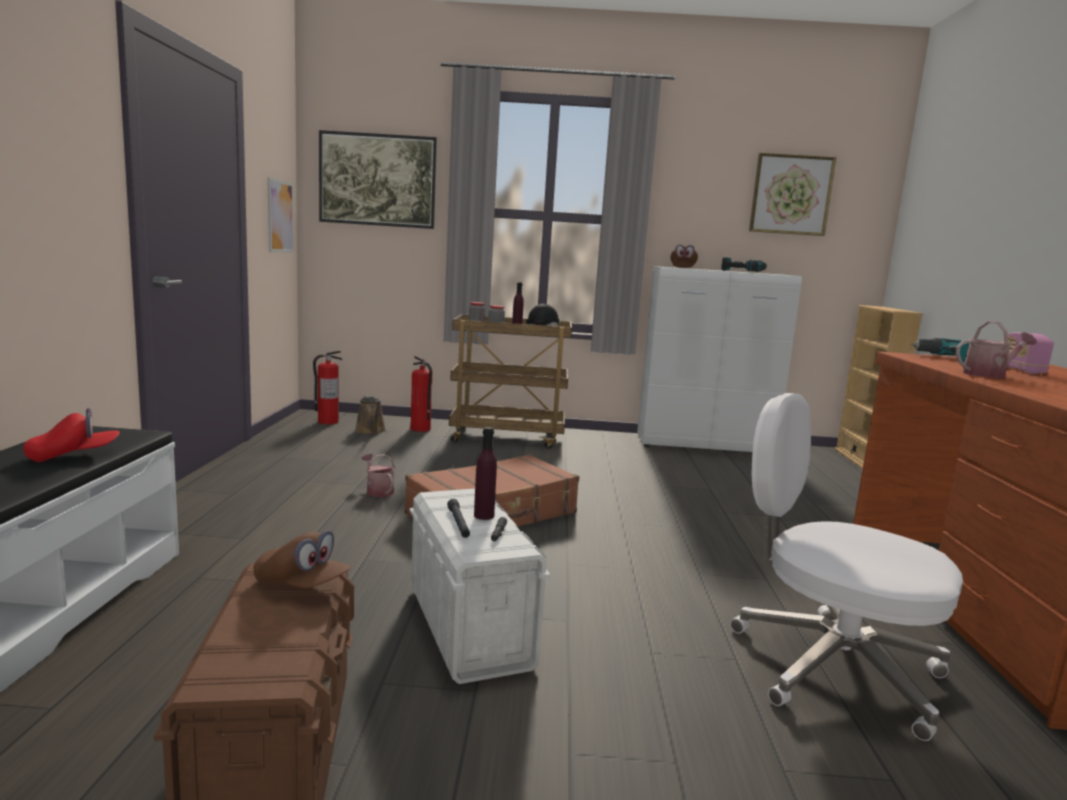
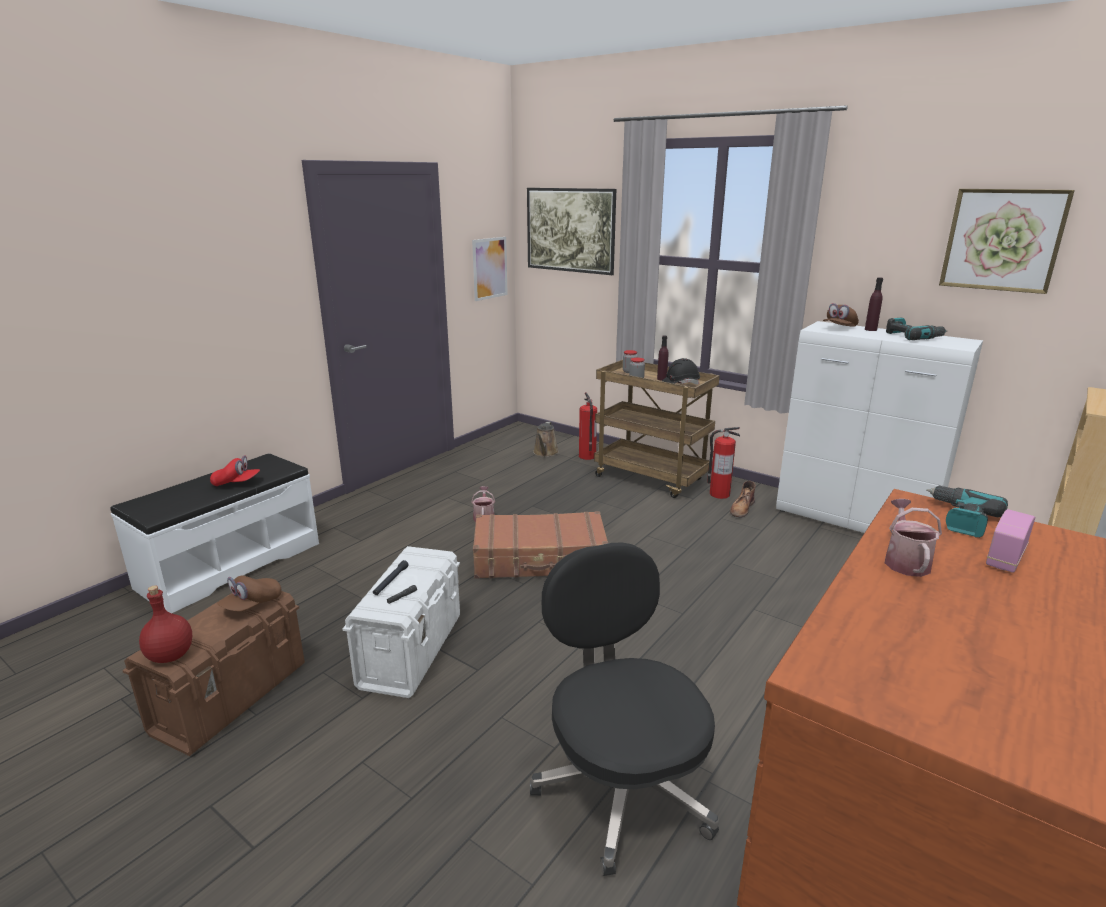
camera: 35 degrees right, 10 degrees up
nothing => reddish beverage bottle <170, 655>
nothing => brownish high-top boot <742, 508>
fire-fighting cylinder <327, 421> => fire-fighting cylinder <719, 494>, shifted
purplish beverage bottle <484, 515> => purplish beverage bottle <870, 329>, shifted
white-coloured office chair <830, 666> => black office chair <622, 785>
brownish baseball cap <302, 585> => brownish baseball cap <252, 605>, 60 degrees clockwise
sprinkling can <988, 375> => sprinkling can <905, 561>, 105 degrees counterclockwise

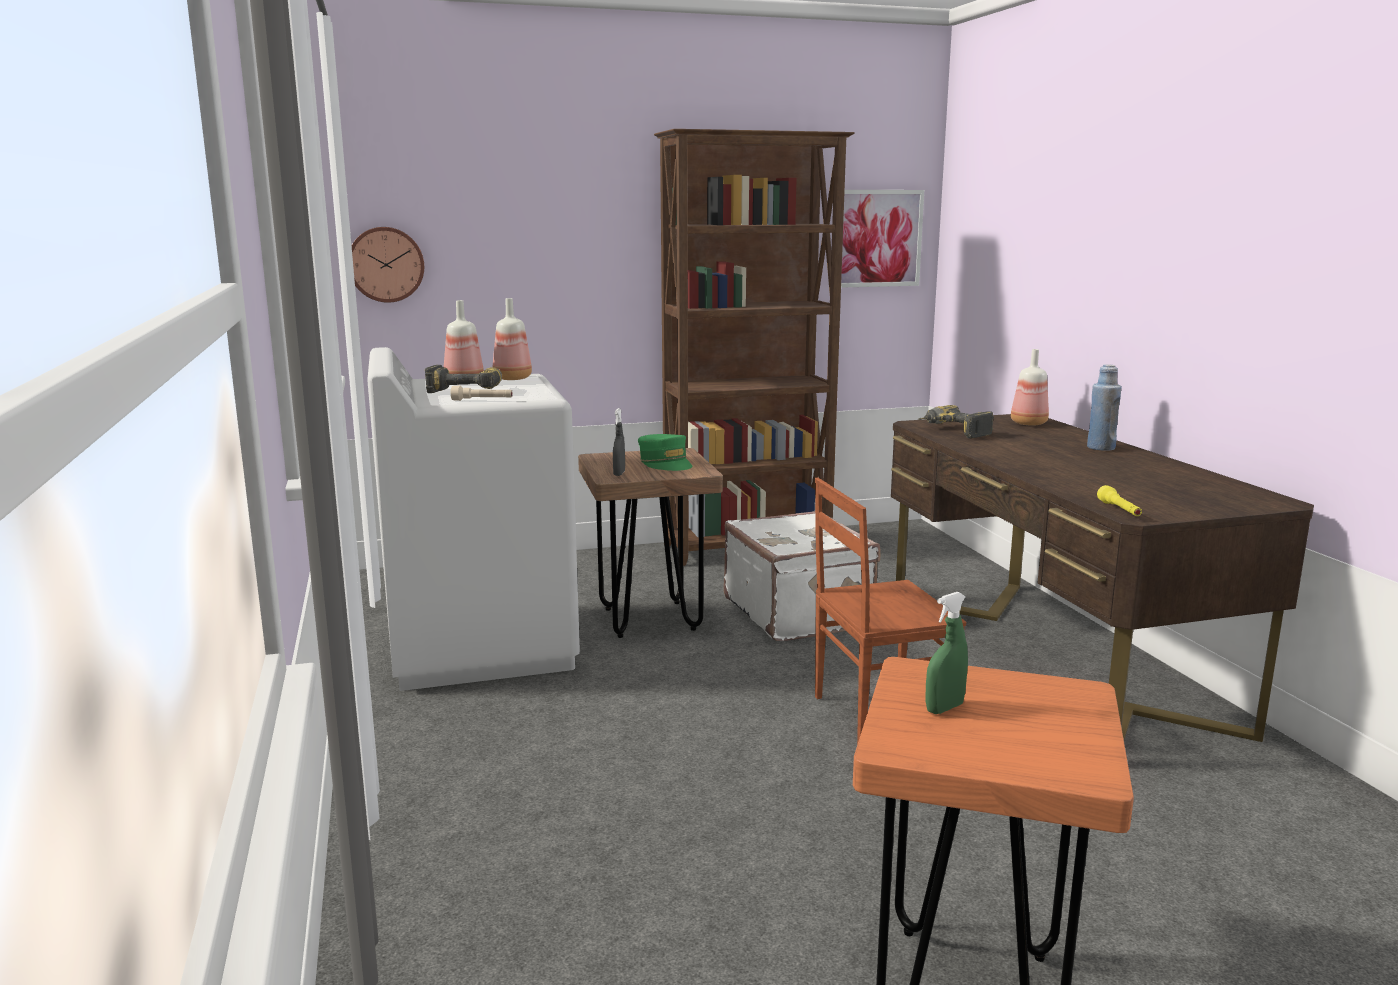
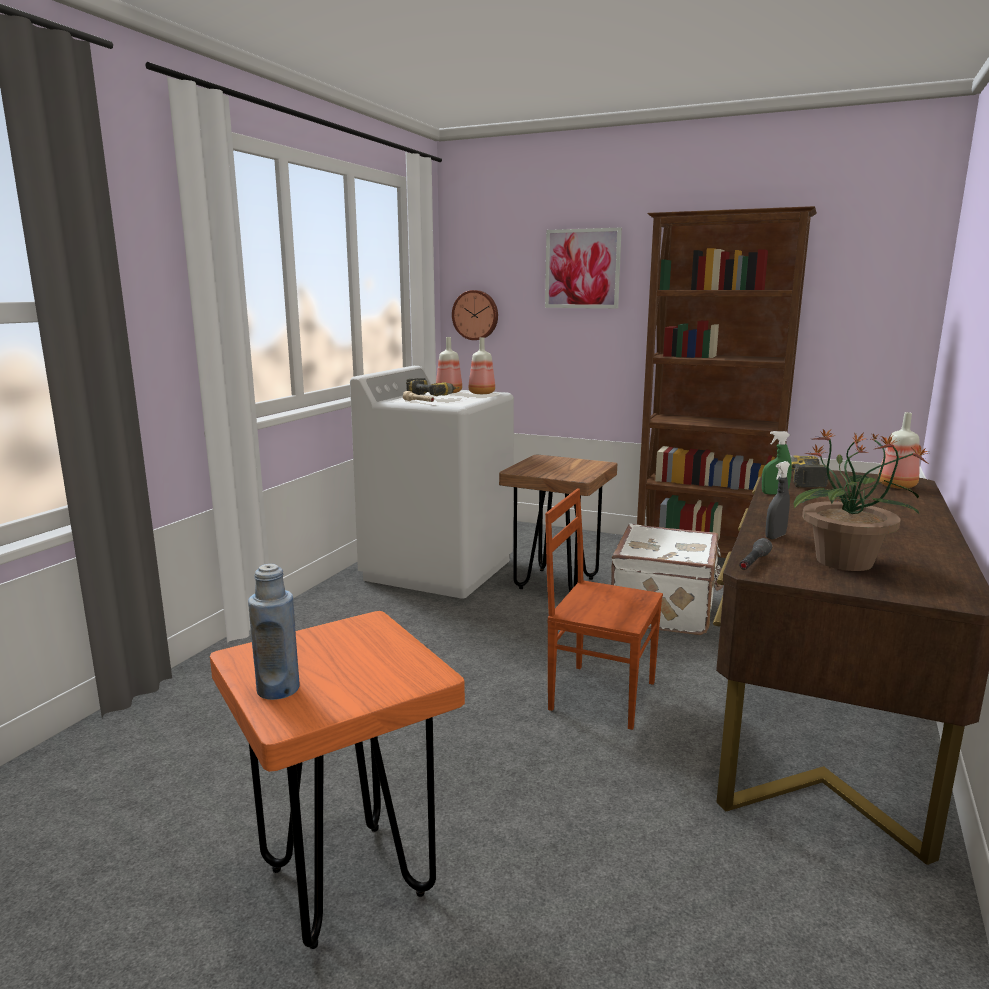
camera: 40 degrees right, 0 degrees up
green baseball cap <665, 463> => nothing
nothing => houseplant <845, 562>
grey hand sprayer <619, 473> => grey hand sprayer <775, 536>, shifted
wall picture <876, 238> => wall picture <582, 269>, shifted
green hand sprayer <944, 708> => green hand sprayer <774, 494>, shifted
blue-coloured beverage bottle <1100, 447> => blue-coloured beverage bottle <278, 689>, shifted
yellow flashlight <1119, 510> => grey flashlight <753, 563>

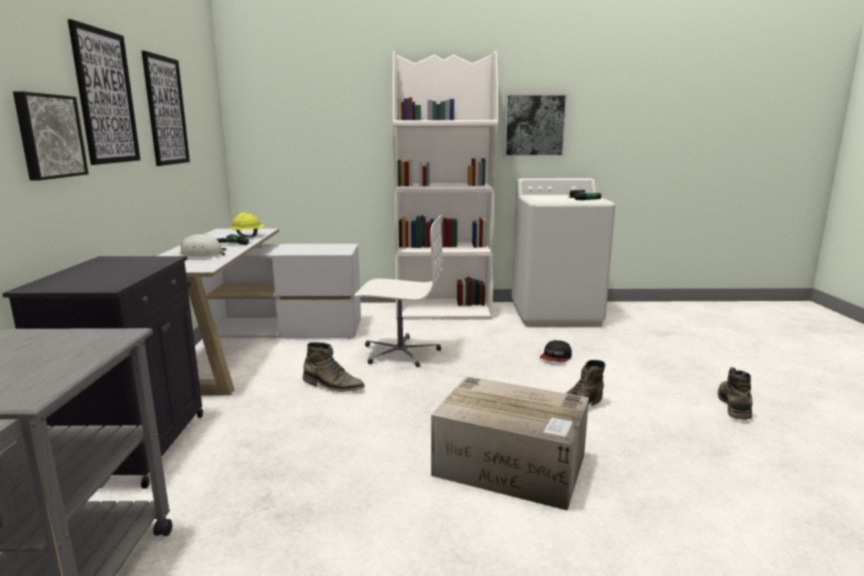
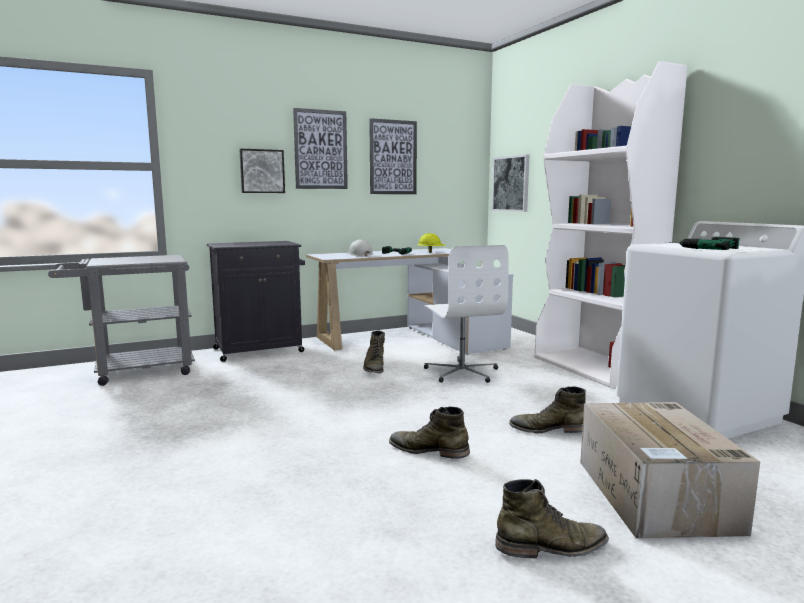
camera: 65 degrees right, 5 degrees down
packing box <512, 465> => packing box <656, 496>, shifted
wall picture <534, 125> => wall picture <511, 183>, shifted
baseball cap <556, 357> => green high-top boot <547, 428>

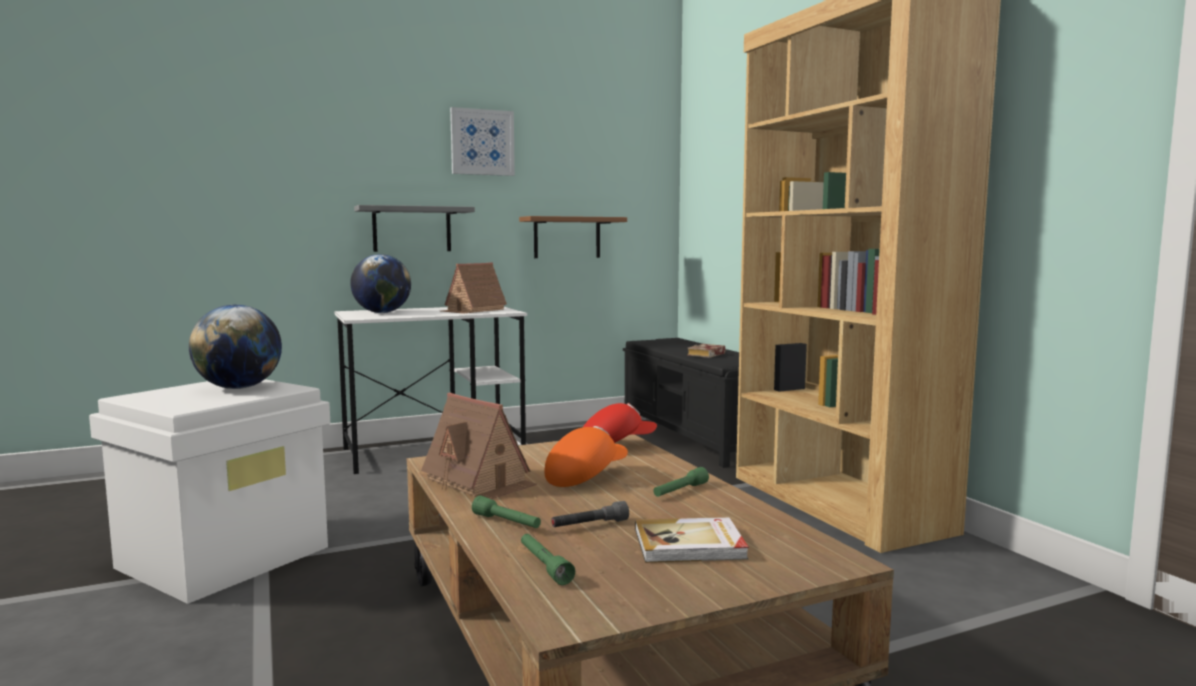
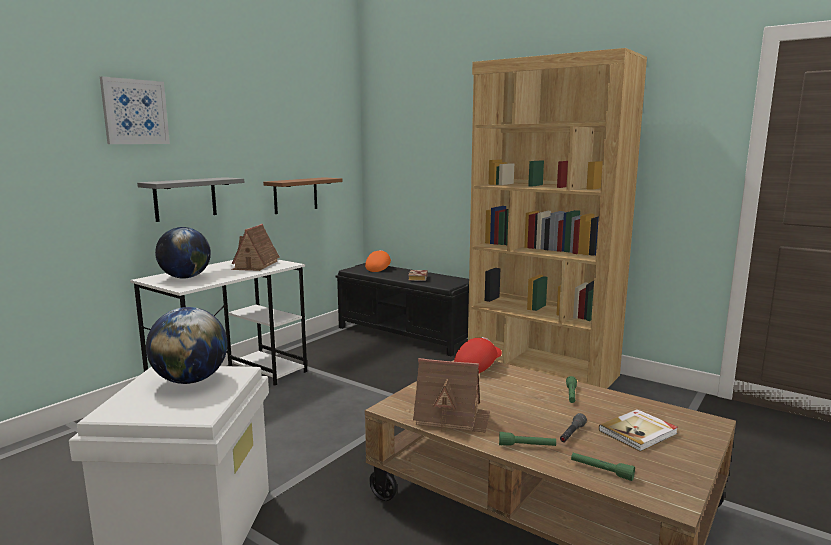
camera: 30 degrees left, 5 degrees up
wall picture <482, 142> => wall picture <135, 112>, shifted
orange baseball cap <585, 476> => orange baseball cap <378, 268>, shifted

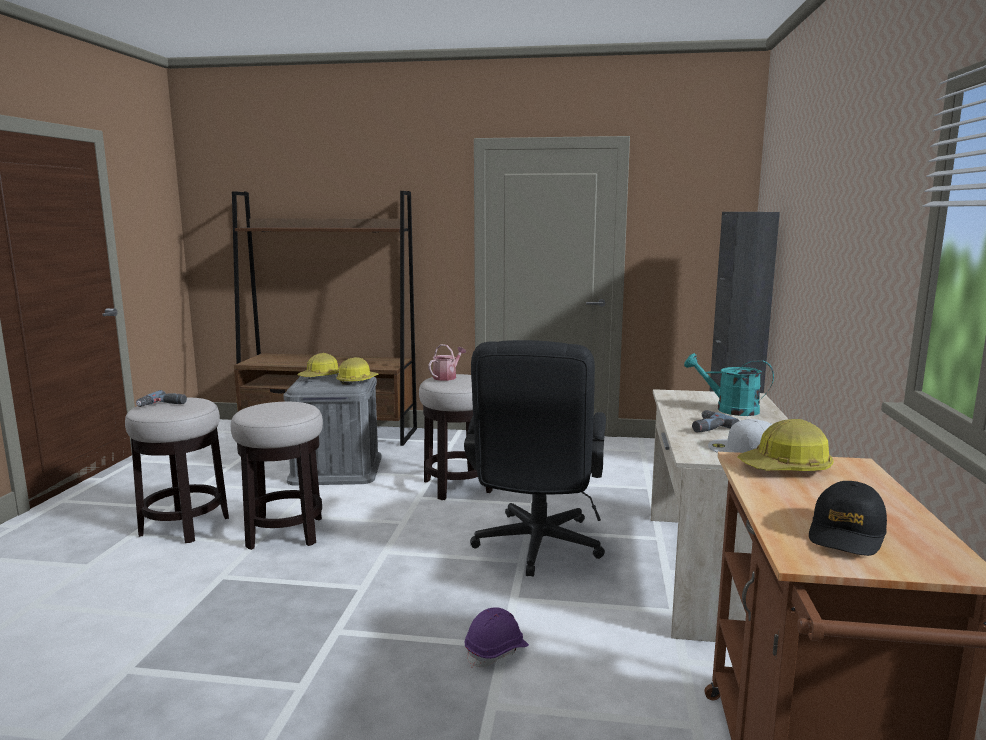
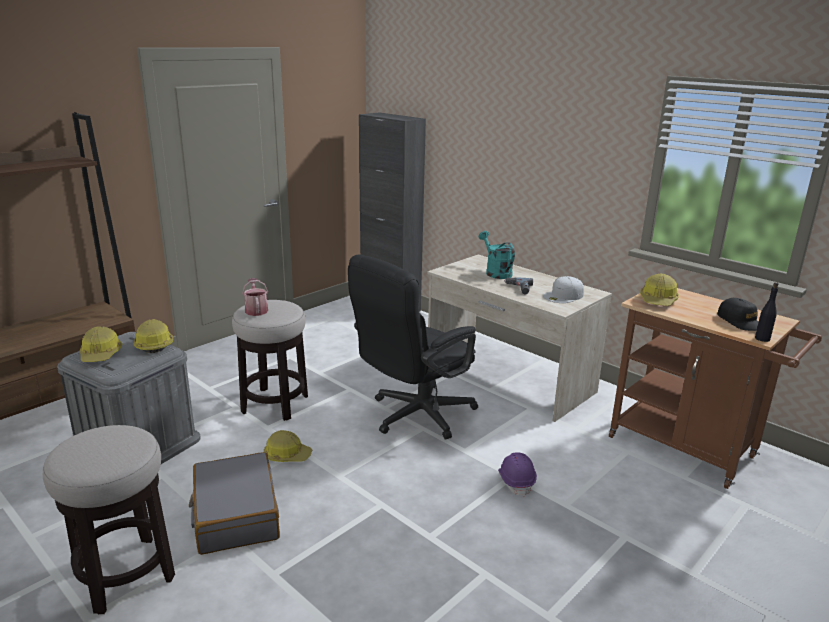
camera: 55 degrees left, 10 degrees up
power drill <162, 405> => nothing
nothing => hard hat <287, 455>
nothing => black beverage bottle <762, 339>
sitting stool <285, 533> => grey piece of luggage <235, 514>
black office chair <536, 549> => black office chair <414, 416>, 90 degrees clockwise
blue-green sprinkling can <729, 409> => blue-green sprinkling can <496, 272>, 90 degrees clockwise

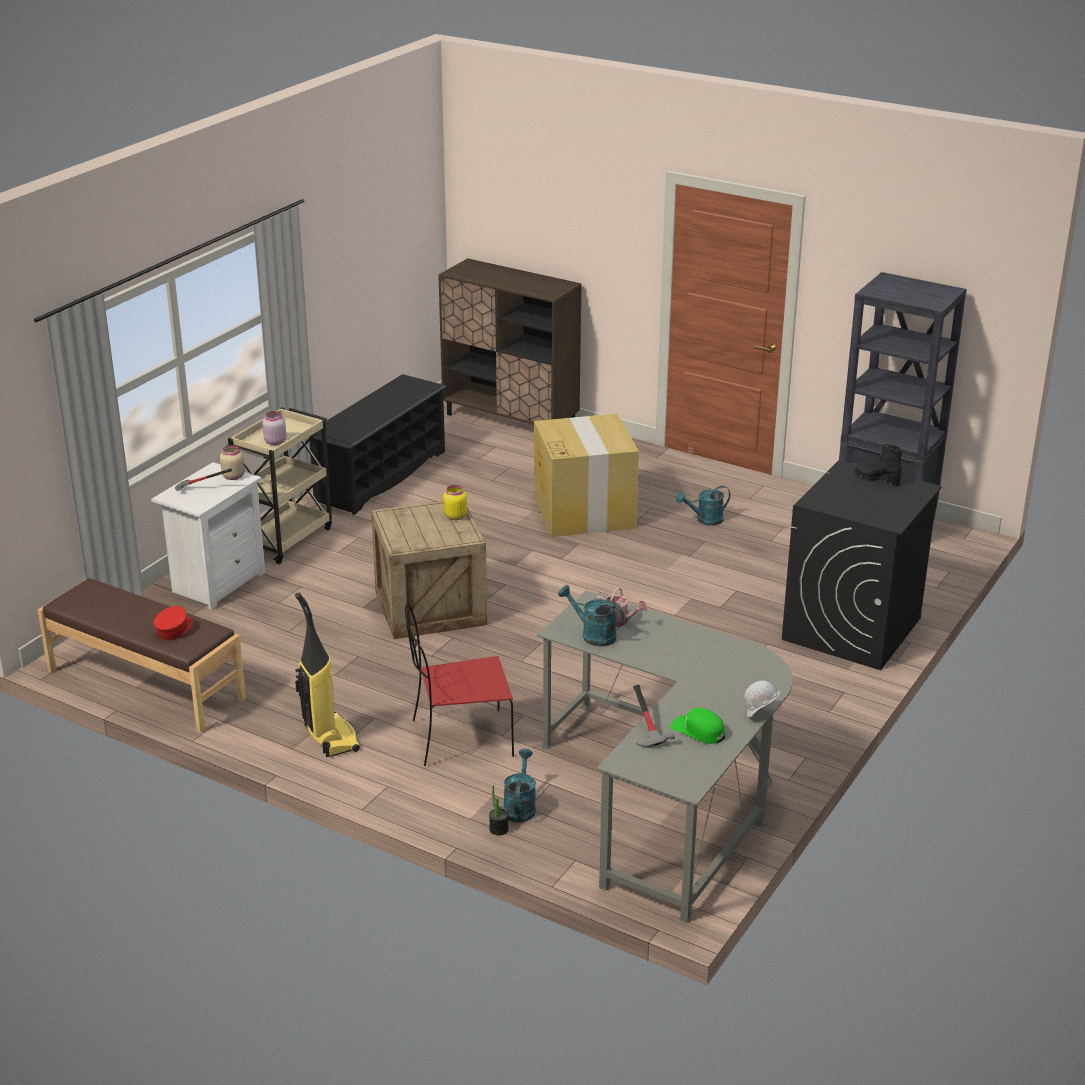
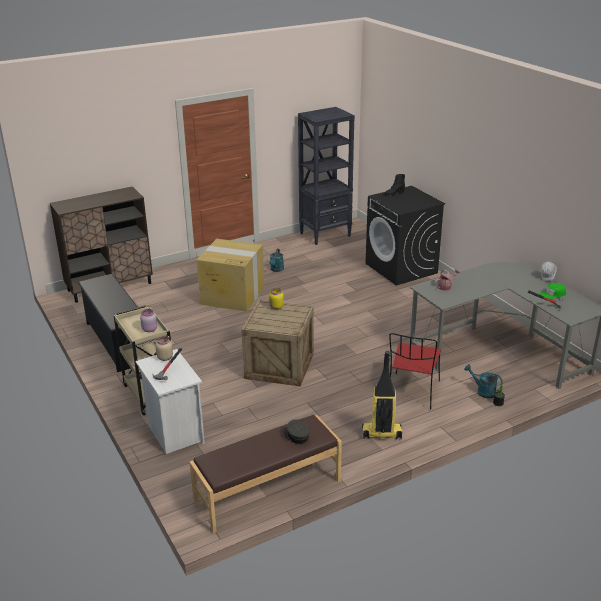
camera: 60 degrees left, 0 degrees up
blue-green sprinkling can <593, 635> => nothing
reddish baseball cap <174, 630> => grey baseball cap <296, 435>

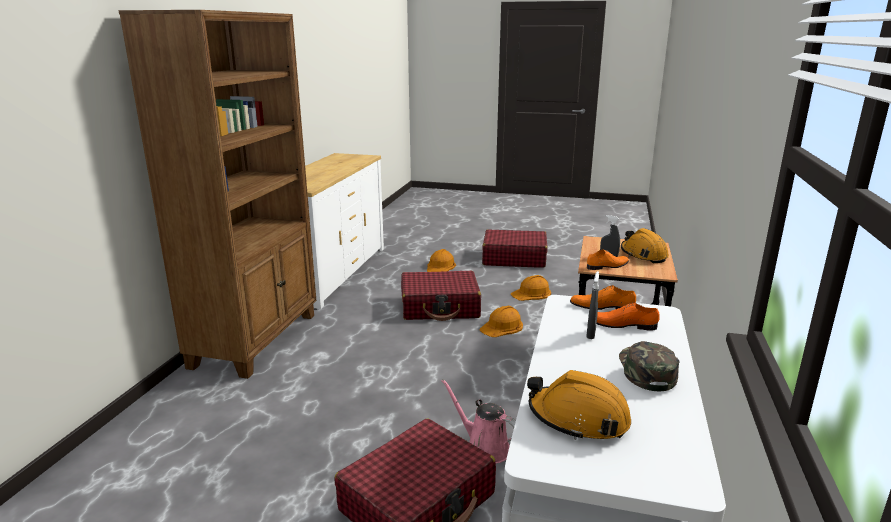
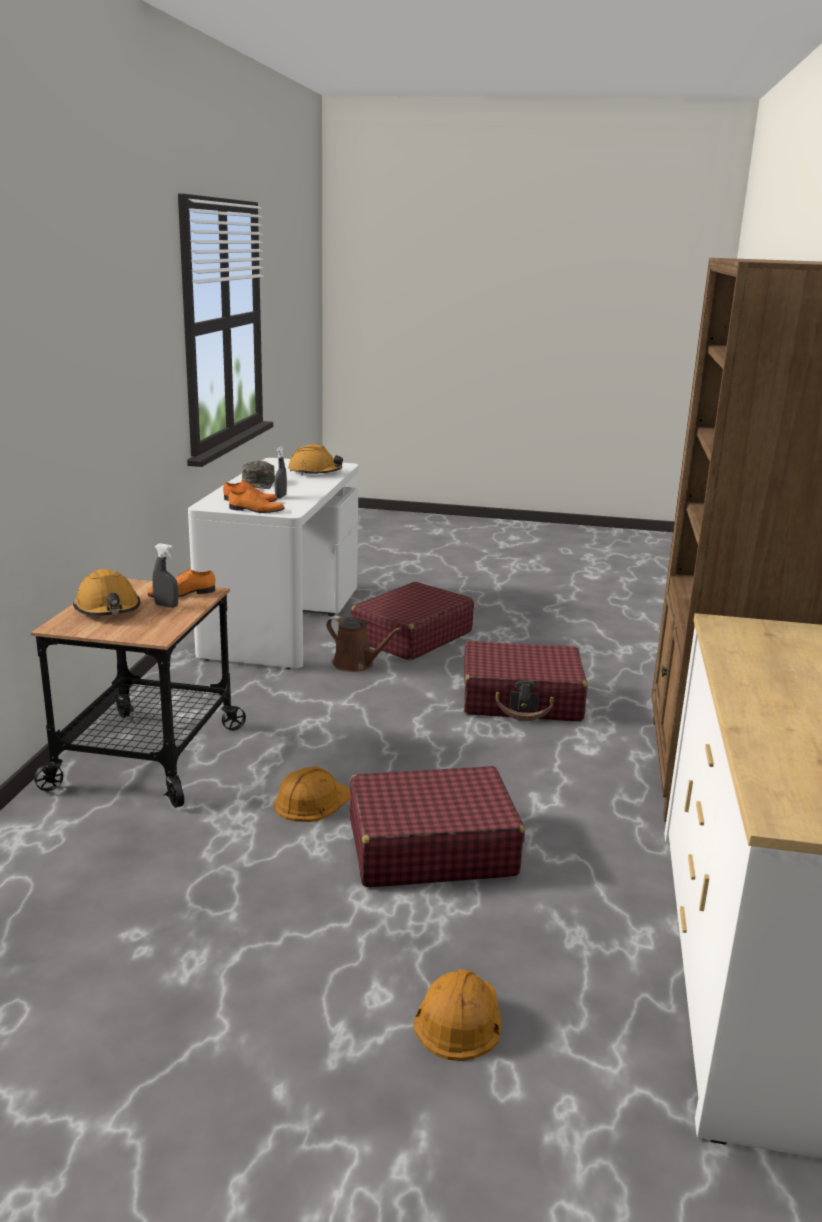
camera: 175 degrees right, 0 degrees up
orange hard hat <531, 293> => nothing
reddish piece of luggage <514, 258> => reddish piece of luggage <521, 699>, shifted
pink sprinkling can <484, 447> => brownish sprinkling can <356, 664>

